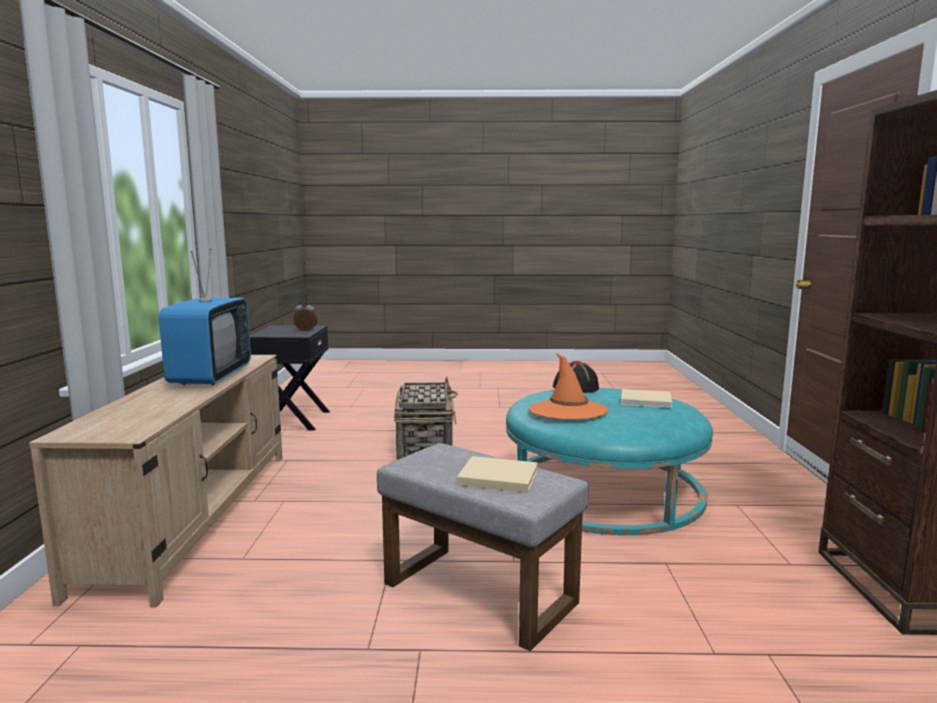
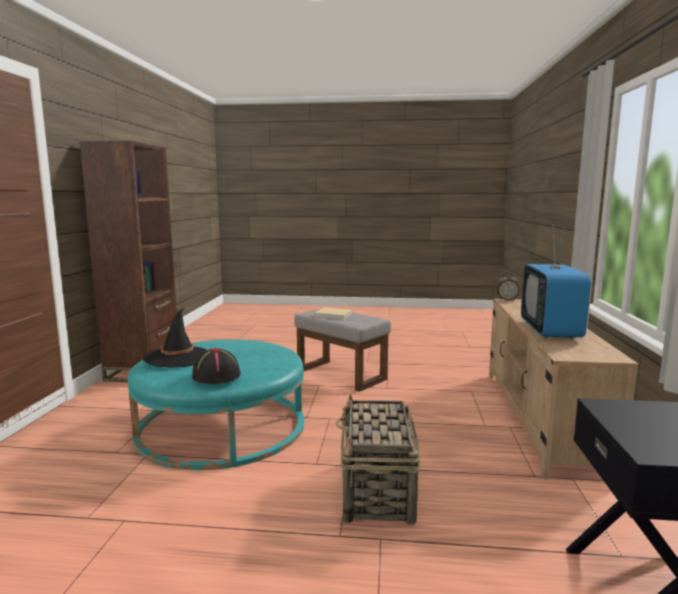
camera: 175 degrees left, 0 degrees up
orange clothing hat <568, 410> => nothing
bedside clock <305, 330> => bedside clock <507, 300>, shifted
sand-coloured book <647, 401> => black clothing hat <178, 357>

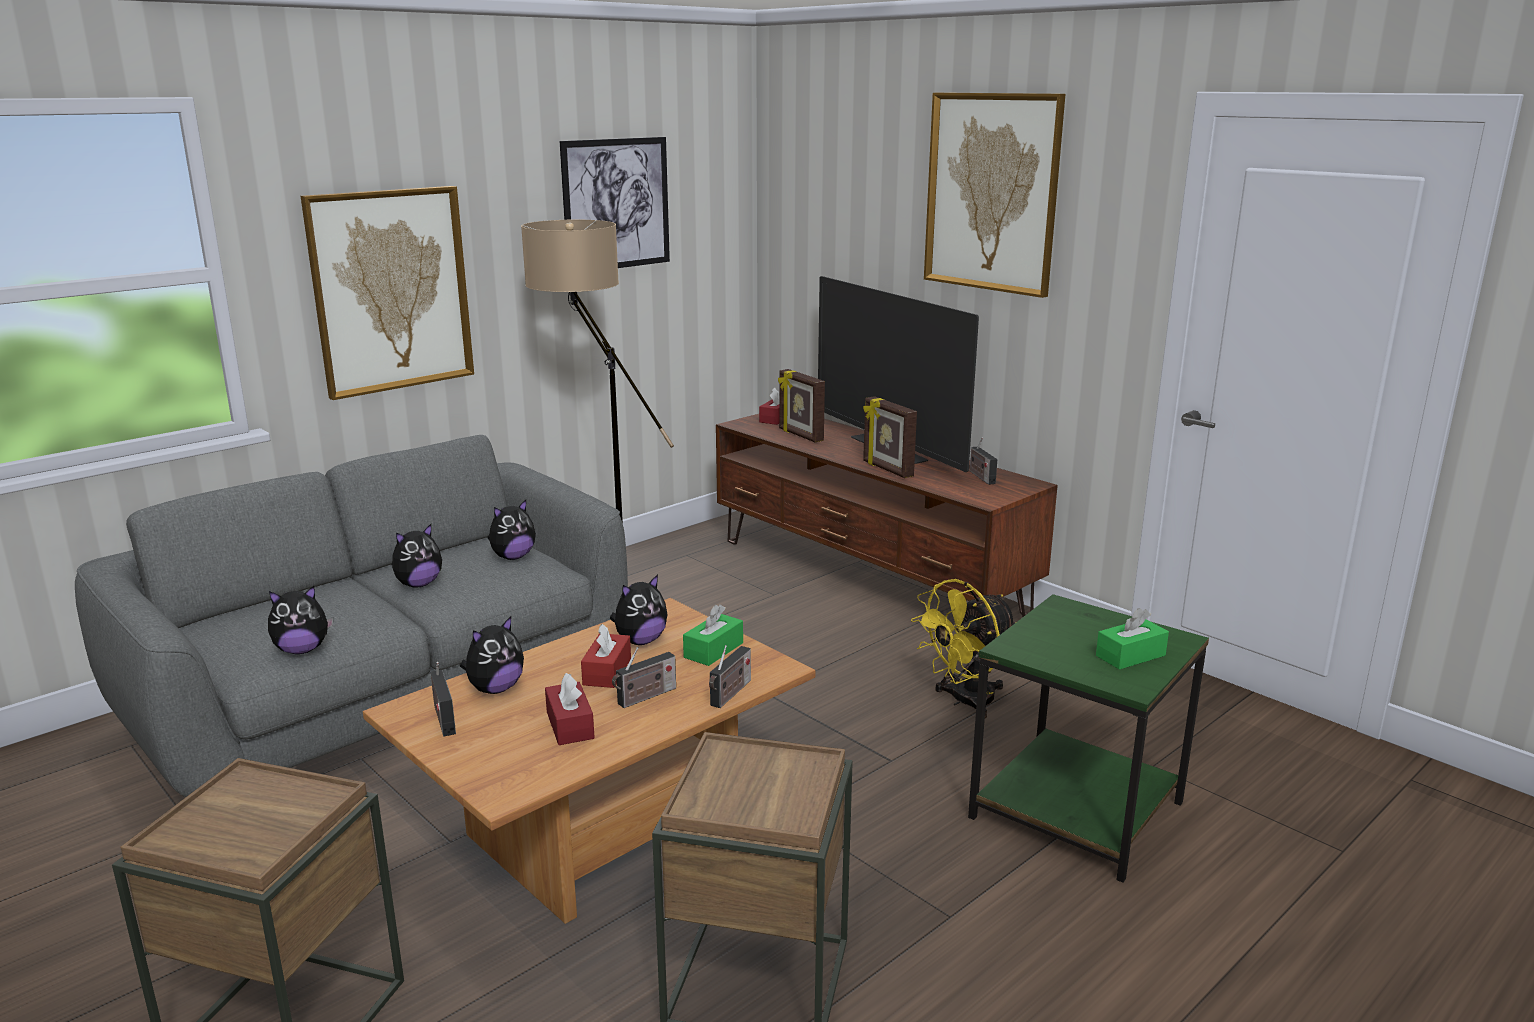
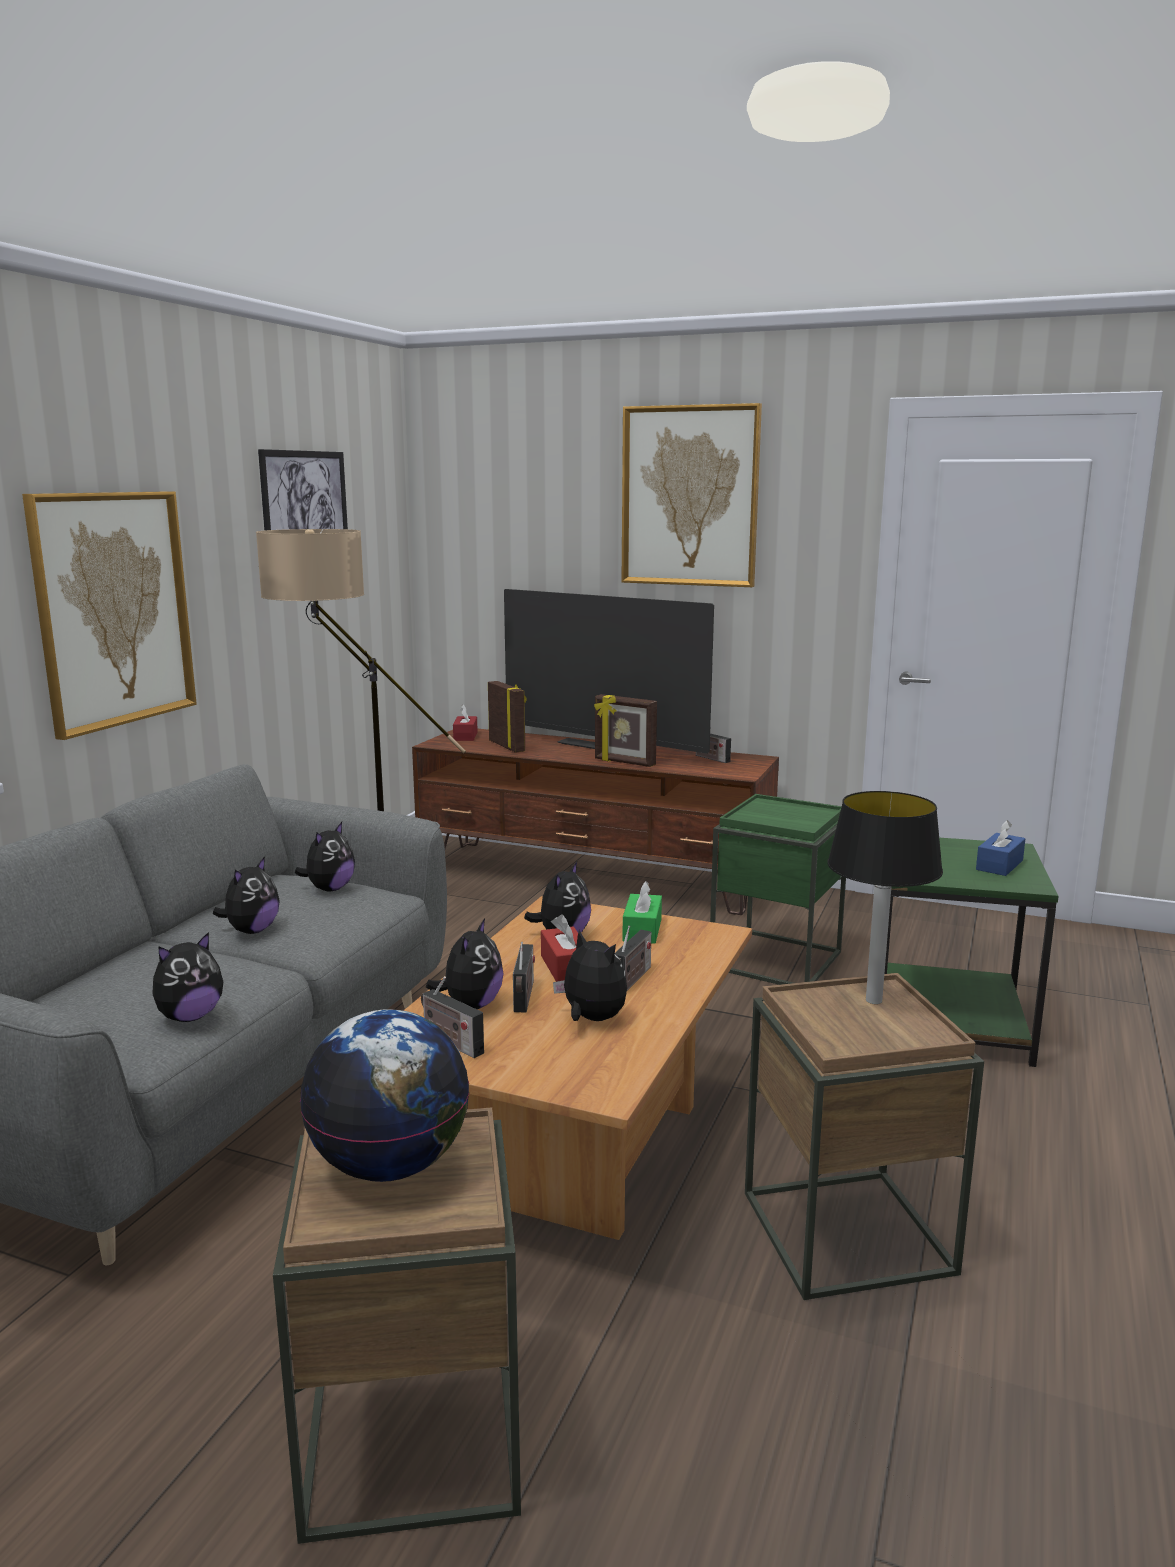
camera: 25 degrees left, 5 degrees down
nothing => desk globe <390, 1165>
nothing => table lamp <872, 1000>
radio receiver <730, 694> => radio receiver <524, 998>, shifted
reddish tissue holder <570, 725> => plush toy <591, 1019>
yellow fan <964, 701> => green side table <776, 960>
green tissue holder <1130, 655> => blue-coloured tissue holder <999, 865>
standing frame <800, 435> => standing frame <507, 746>, 150 degrees counterclockwise

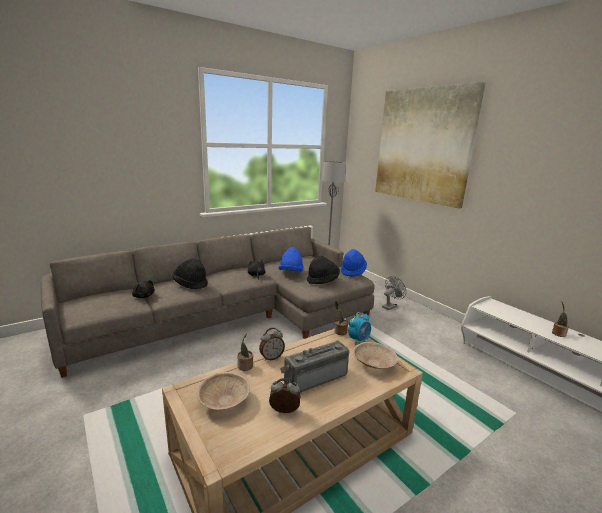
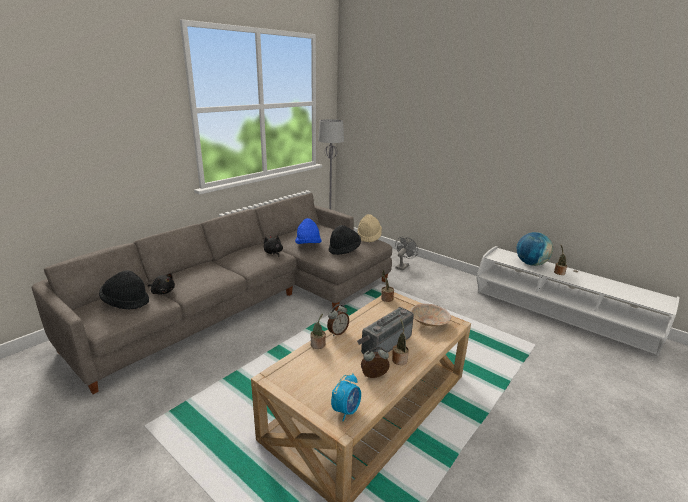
camera: 15 degrees left, 5 degrees up
sand-coloured serving bowl <224, 402> => nothing
wall picture <423, 146> => nothing
nothing => houseplant <399, 359>
nothing => desk globe <530, 264>
black clothing hat <191, 284> => black clothing hat <126, 302>, shifted
bedside clock <359, 340> => bedside clock <346, 410>, shifted
blue-coloured clothing hat <353, 271> => sand-coloured clothing hat <368, 237>

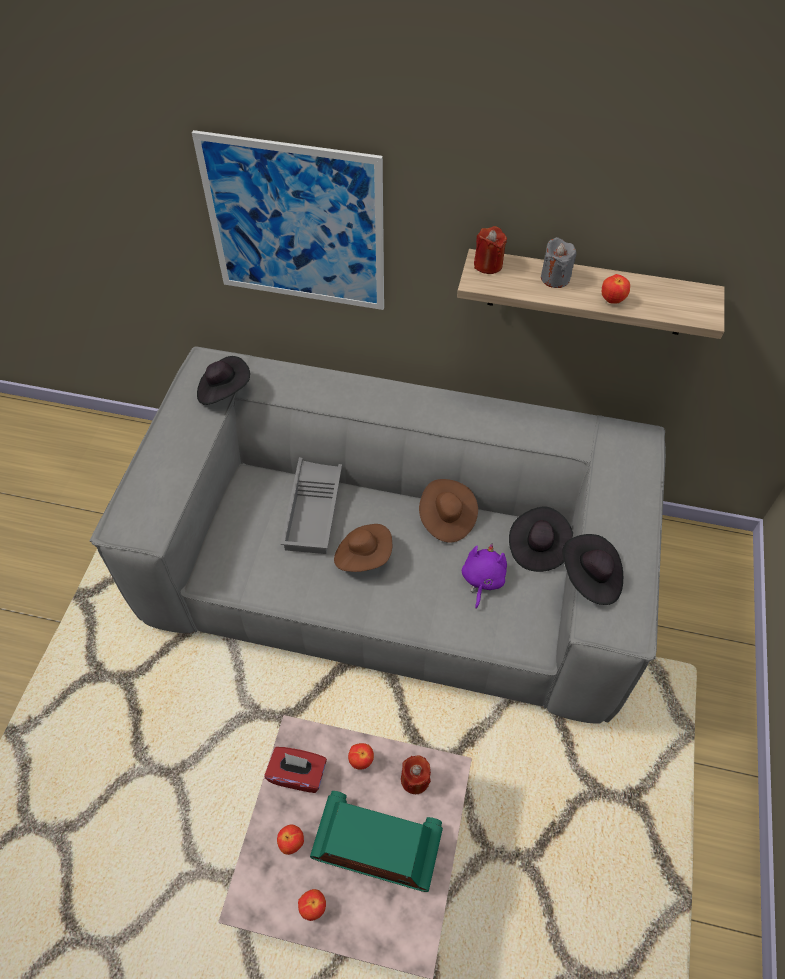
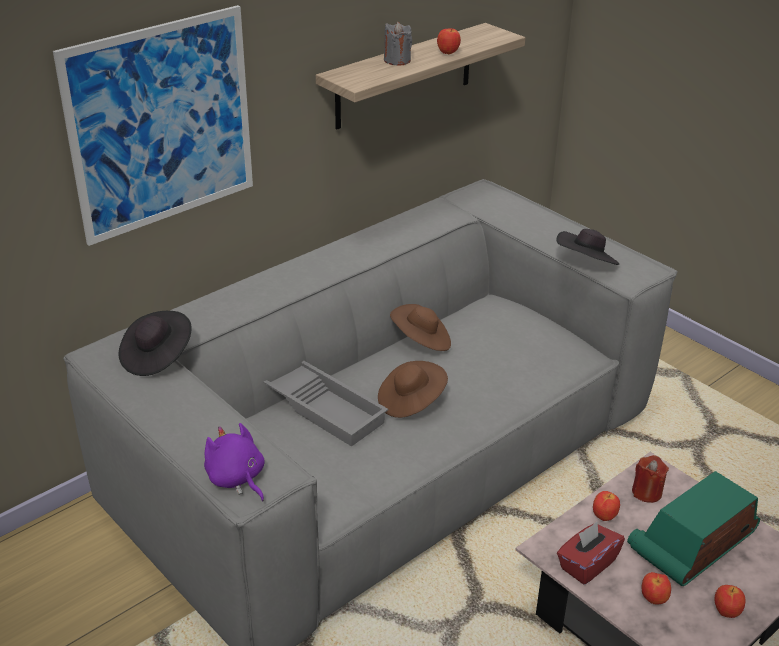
camera: 55 degrees left, 20 degrees down
reddish wax candle <488, 264> => nothing
black clothing hat <538, 547> => nothing
purplish plush toy <482, 580> => purplish plush toy <236, 479>, shifted

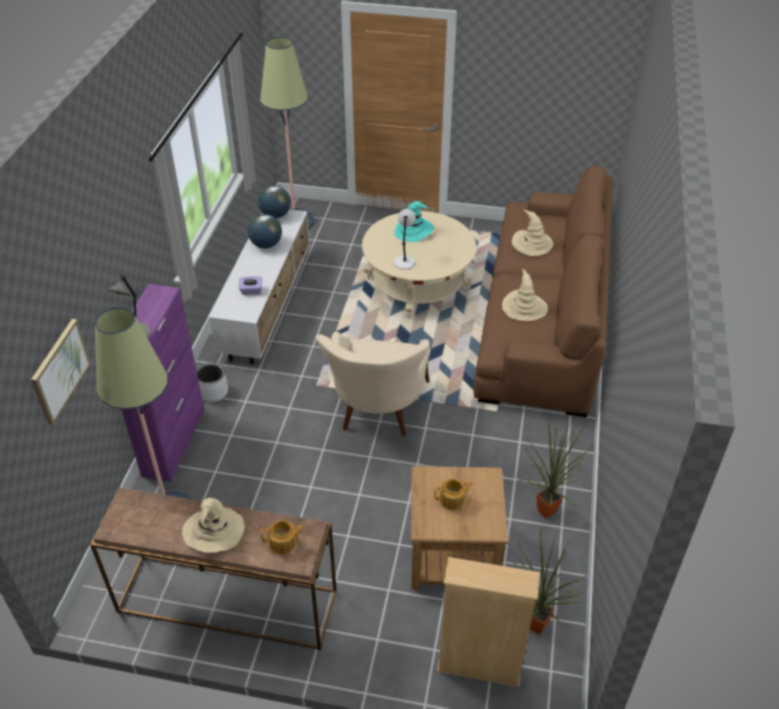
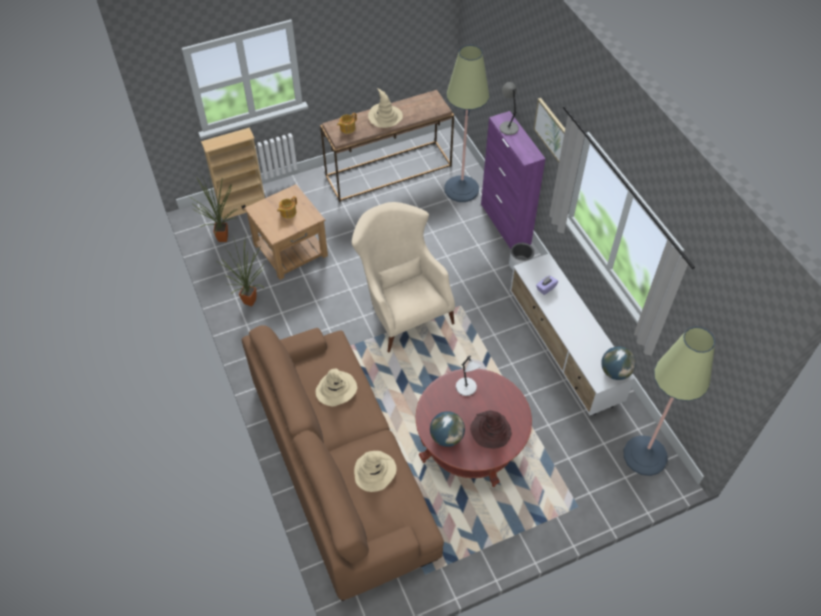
camera: 145 degrees right, 10 degrees up
wall picture <60, 370> => wall picture <552, 130>, shifted
desk globe <266, 245> => desk globe <446, 437>, shifted
sand-coloured low table <417, 285> => reddish low table <470, 443>
blue-green clothing hat <414, 230> => brownish clothing hat <490, 430>

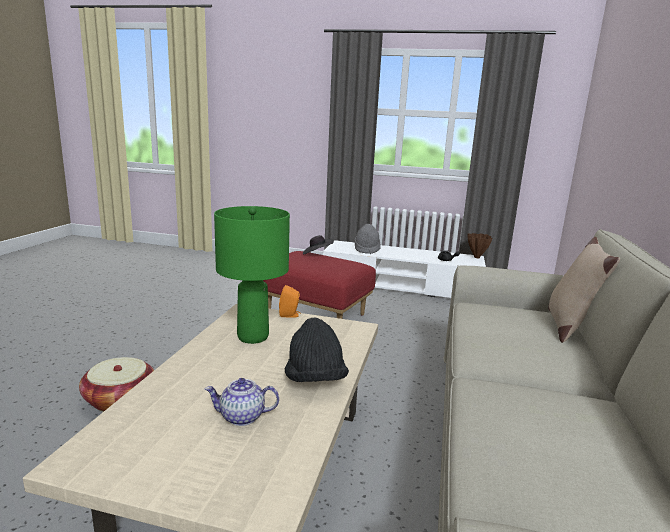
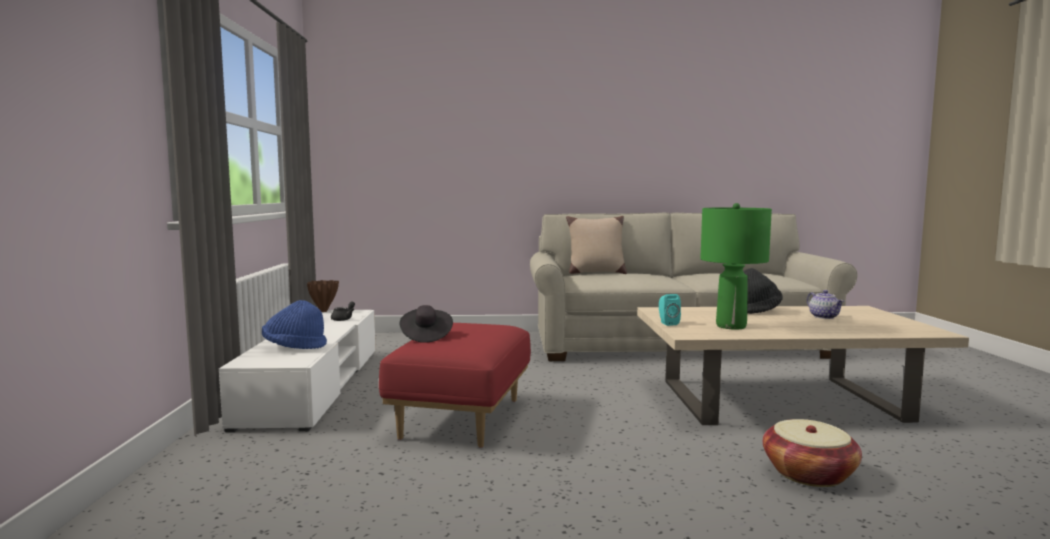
camera: 105 degrees left, 10 degrees down
orange loudspeaker <290, 315> => blue-green loudspeaker <667, 323>
grey clothing hat <366, 249> => blue-coloured clothing hat <294, 347>

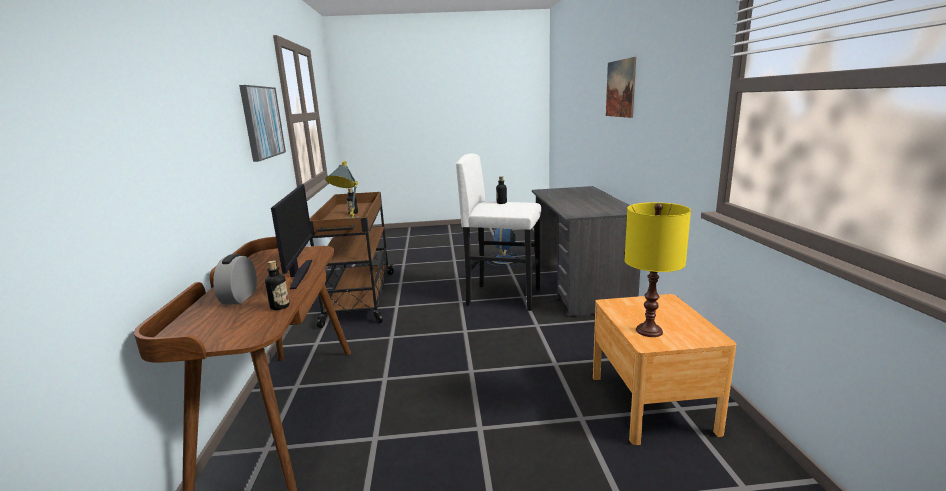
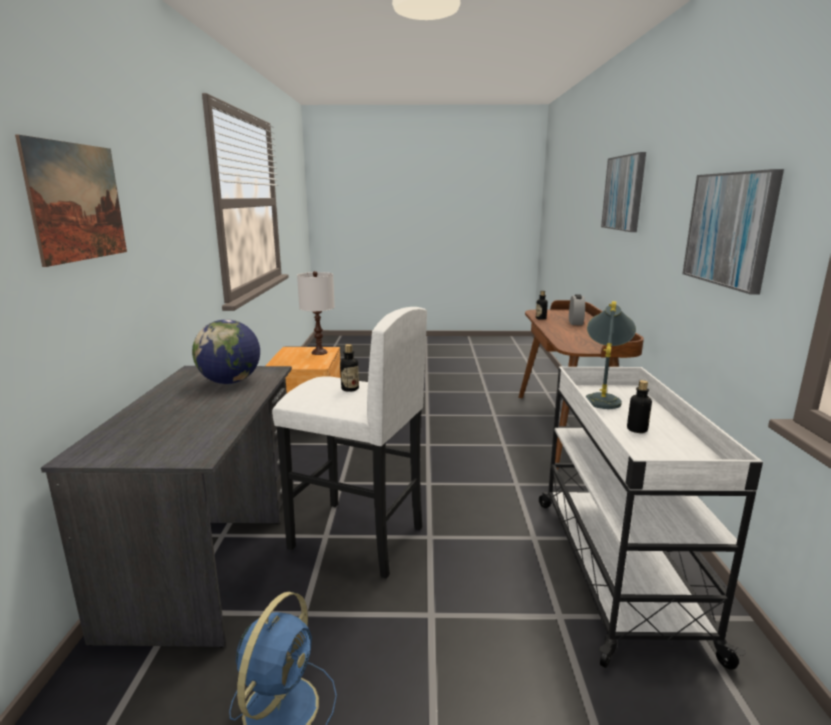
camera: 175 degrees left, 0 degrees up
computer screen <299, 274> => nothing
nothing => desk globe <230, 382>
nothing => wall picture <624, 193>
brownish cart <360, 298> => white-coloured cart <615, 568>
yellow table lamp <649, 330> => white-coloured table lamp <319, 352>

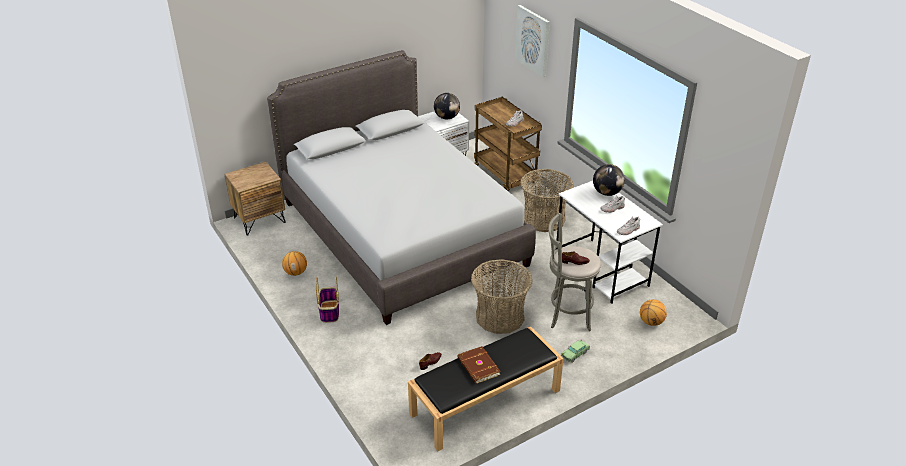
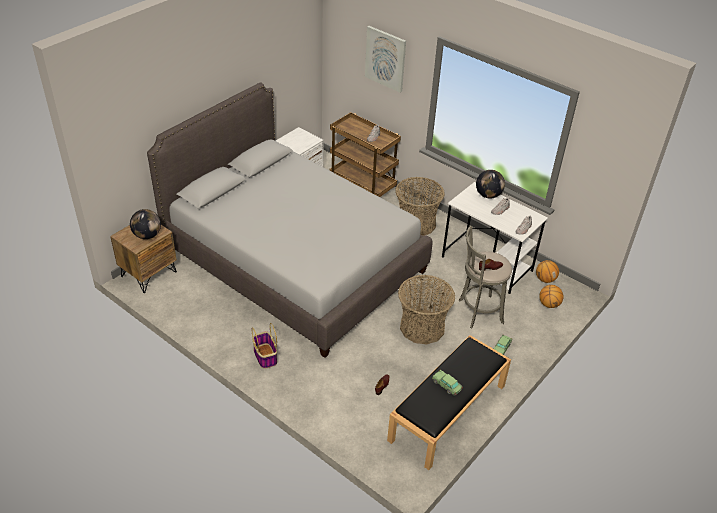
camera: 20 degrees left, 5 degrees up
basketball ball <295, 272> => basketball ball <545, 279>, shifted
desk globe <447, 117> => desk globe <147, 235>, shifted
brownish book <478, 367> => miniature car <446, 385>

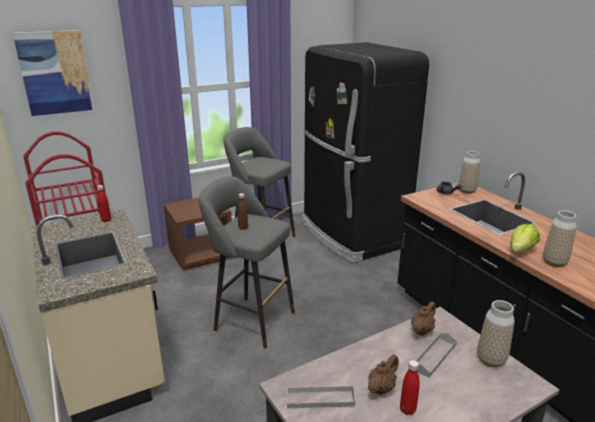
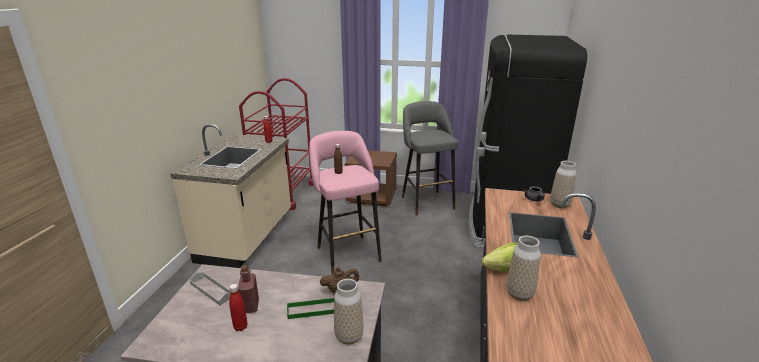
camera: 40 degrees right, 0 degrees up
wall picture <55, 73> => nothing
brownish teapot <381, 388> => reddish beverage bottle <250, 306>
grey sitting stool <250, 320> => pink sitting stool <347, 252>
grey serving tray <434, 356> => green serving tray <315, 309>

